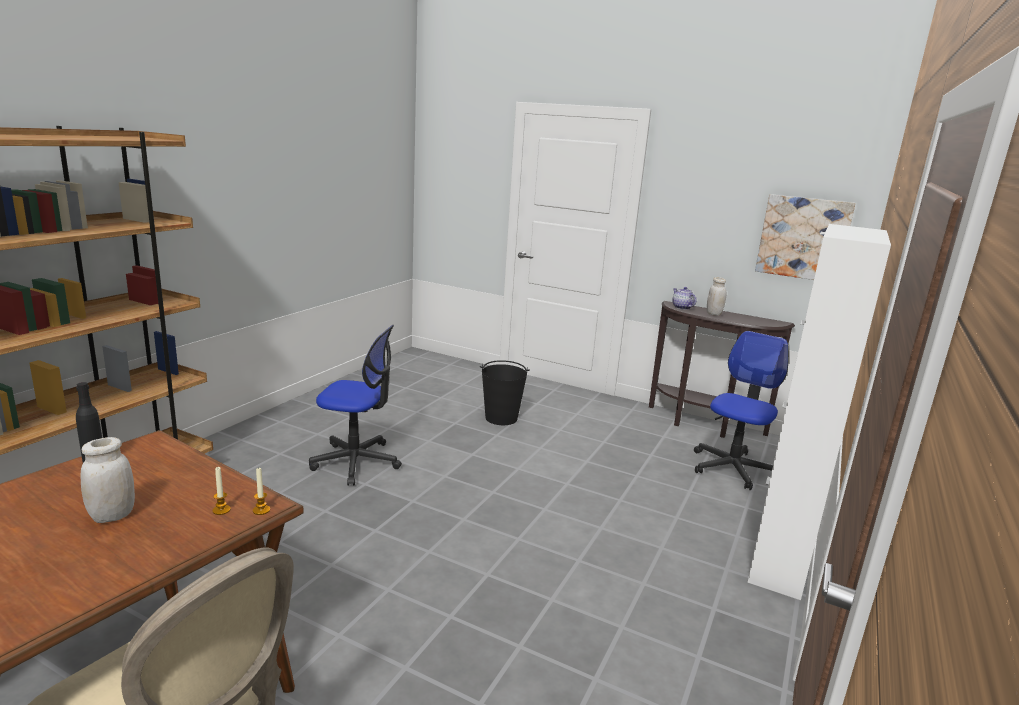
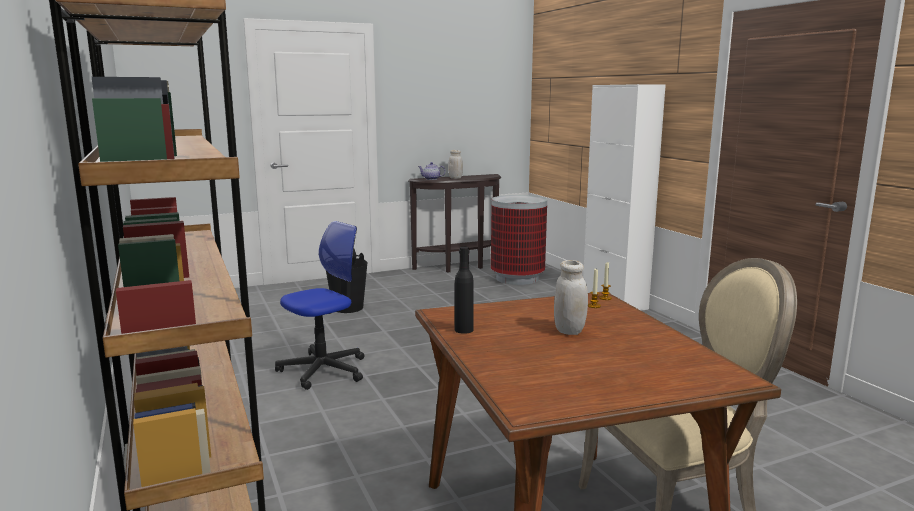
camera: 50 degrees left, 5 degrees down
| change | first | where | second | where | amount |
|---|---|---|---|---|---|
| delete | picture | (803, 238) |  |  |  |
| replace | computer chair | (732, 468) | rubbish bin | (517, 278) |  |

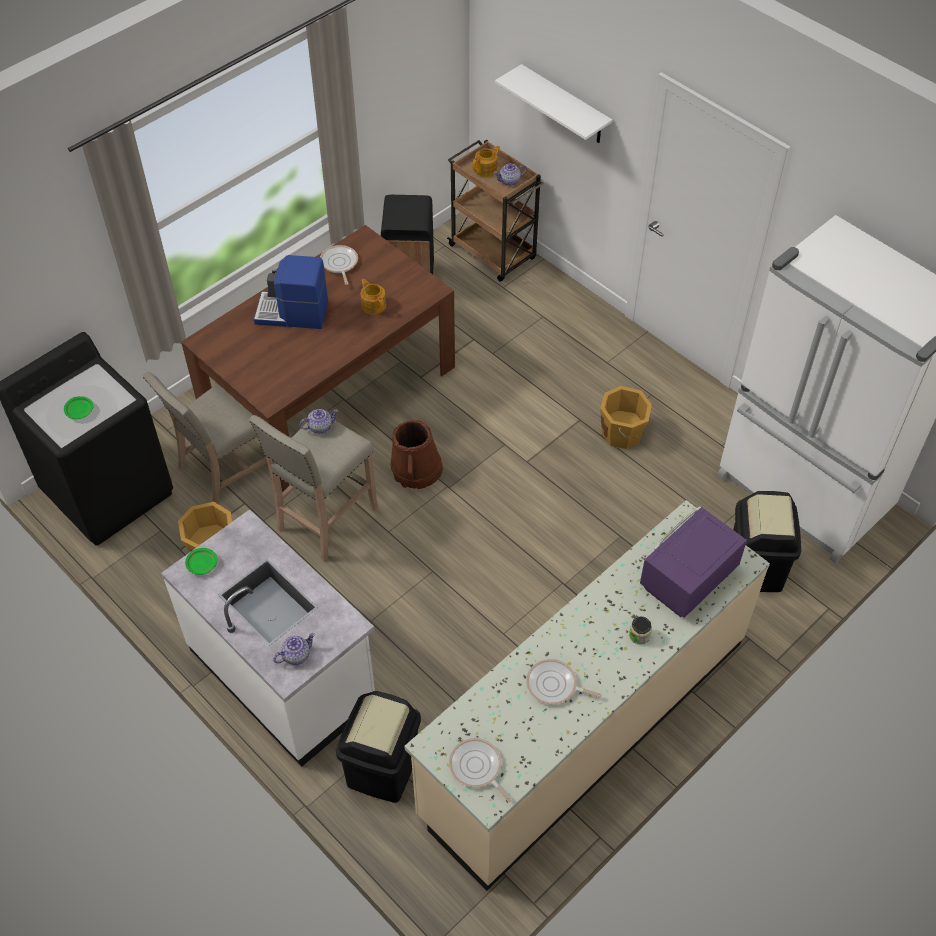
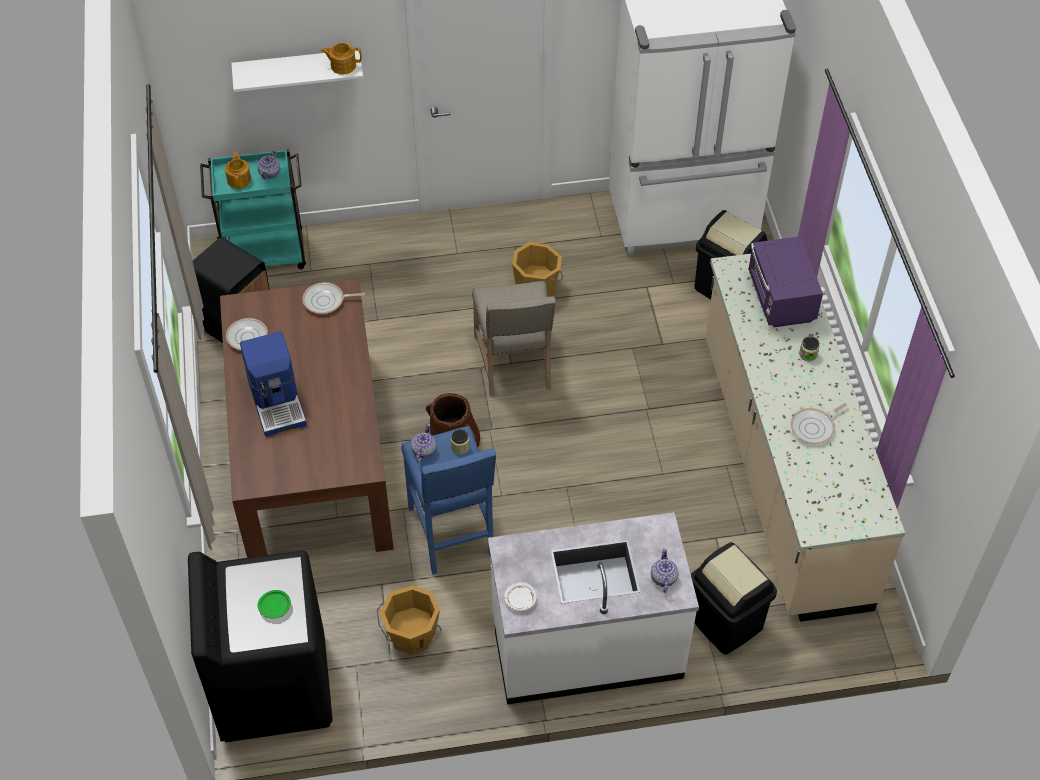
camera: 55 degrees left, 0 degrees up
| change | first | where | second | where | amount |
|---|---|---|---|---|---|
| recolor | trolley in brownish | (493, 253) | trolley in turquoise | (265, 254) |  |
| rotate | coffee machine | (292, 313) |  | (278, 402) | 60 degrees counterclockwise |
| move | teapot | (373, 305) |  | (342, 65) |  |
| move | upright chair in sand-coloured | (226, 464) |  | (515, 364) |  |
| recolor | stool seat in sand-coloured | (325, 520) | stool seat in bluish | (452, 534) |  |
| recolor | plate in green | (202, 564) | plate in white-coloured | (520, 600) |  |
| move | frying pan | (477, 768) |  | (326, 301) |  |
| insert |  |  | preserve jar | (460, 447) |  |

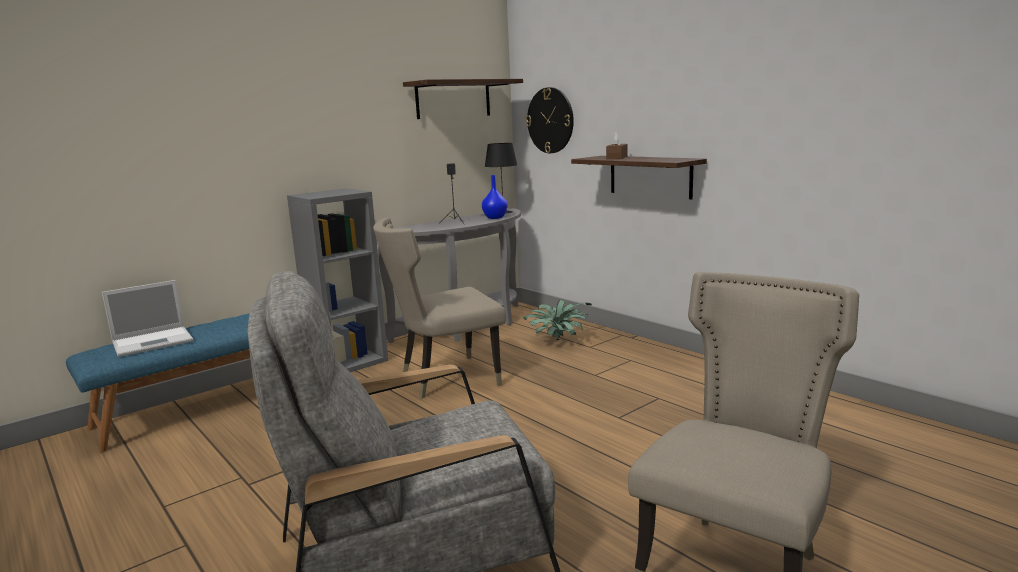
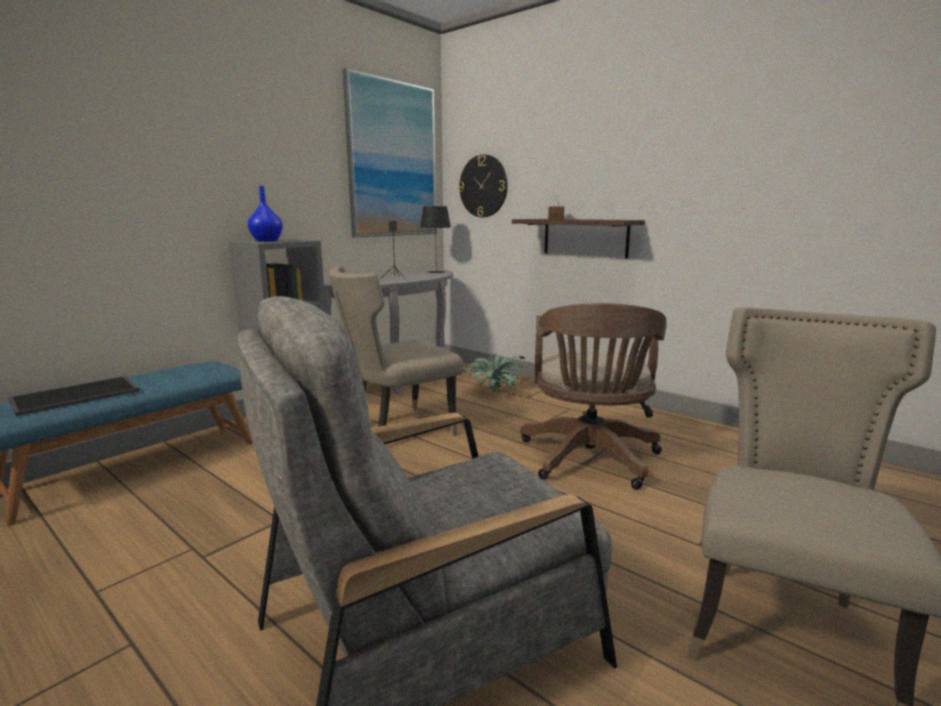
camera: 10 degrees left, 0 degrees up
| change | first | where | second | where | amount |
|---|---|---|---|---|---|
| replace | shelf | (453, 99) | picture | (392, 160) |  |
| move | decorative vase in bluish | (494, 217) |  | (266, 241) |  |
| replace | notebook computer | (154, 341) | serving tray | (77, 395) |  |
| insert |  |  | computer chair in brownish | (589, 460) |  |

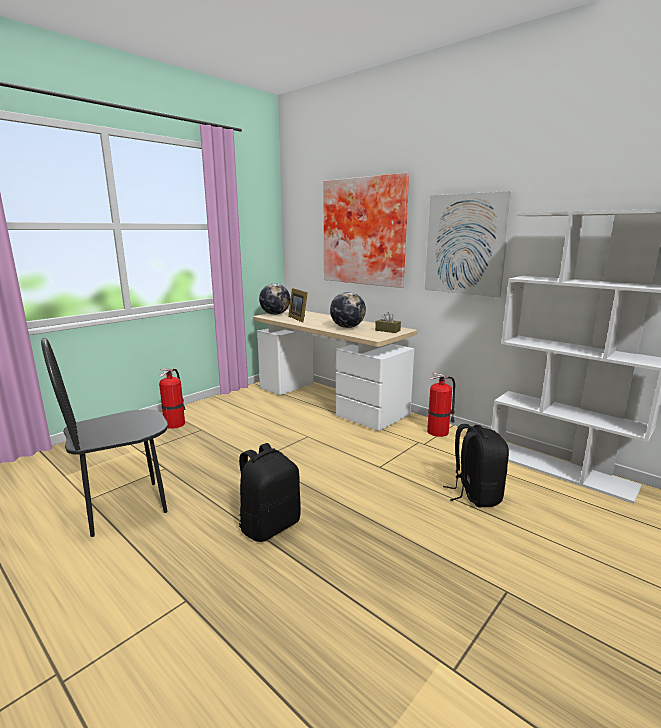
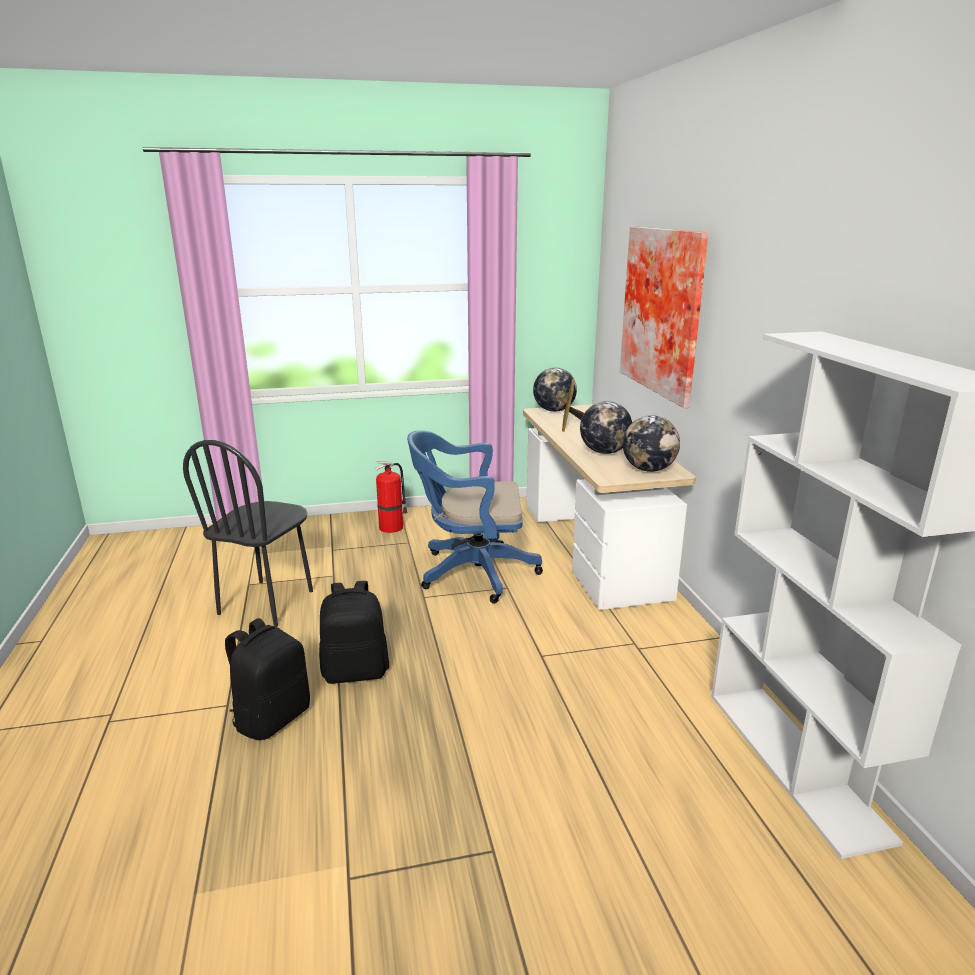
camera: 35 degrees right, 5 degrees up
| change | first | where | second | where | amount |
|---|---|---|---|---|---|
| delete | picture | (465, 244) |  |  |  |
| replace | tissue box in brownish | (387, 330) | world globe | (648, 469) |  |
| rotate | upright chair in blackish | (125, 507) |  | (267, 602) | 75 degrees counterclockwise |
| delete | fire-fighting cylinder | (439, 432) |  |  |  |
| move | rucksack in blackish | (475, 494) |  | (272, 718) |  |
| insert |  |  | computer chair in bluish | (471, 572) |  |

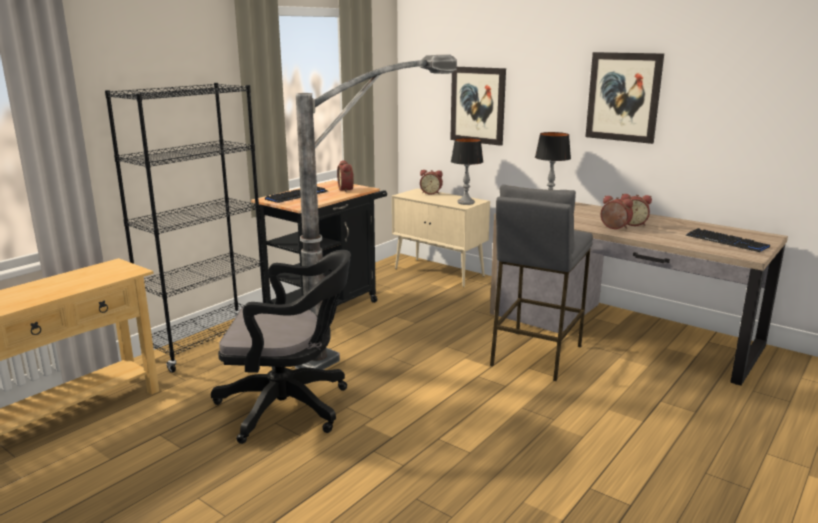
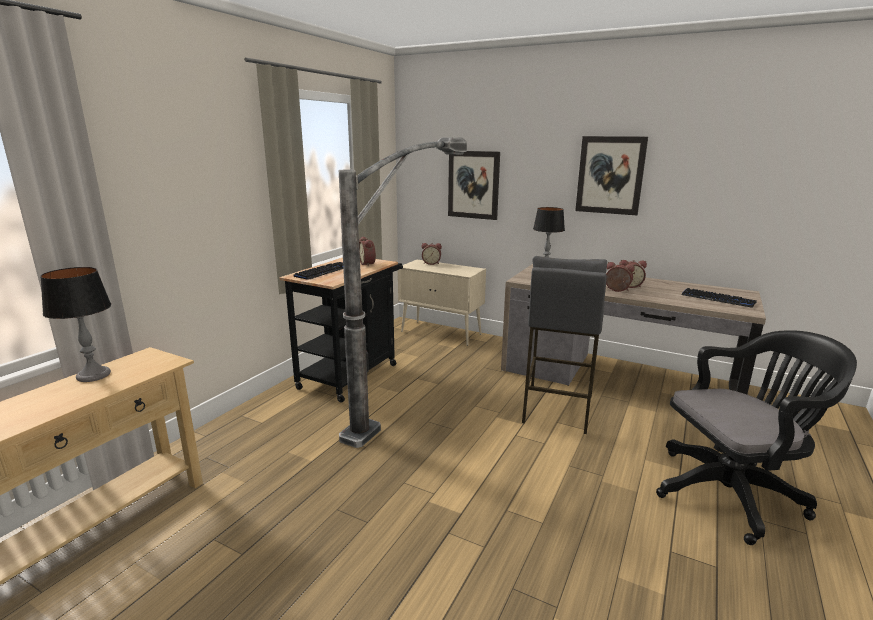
camera: 10 degrees left, 0 degrees up
| change | first | where | second | where | amount |
|---|---|---|---|---|---|
| delete | shelving unit in blackish | (208, 345) |  |  |  |
| move | table lamp | (465, 202) |  | (93, 375) |  |
| move | computer chair in blackish | (290, 407) |  | (733, 492) |  |

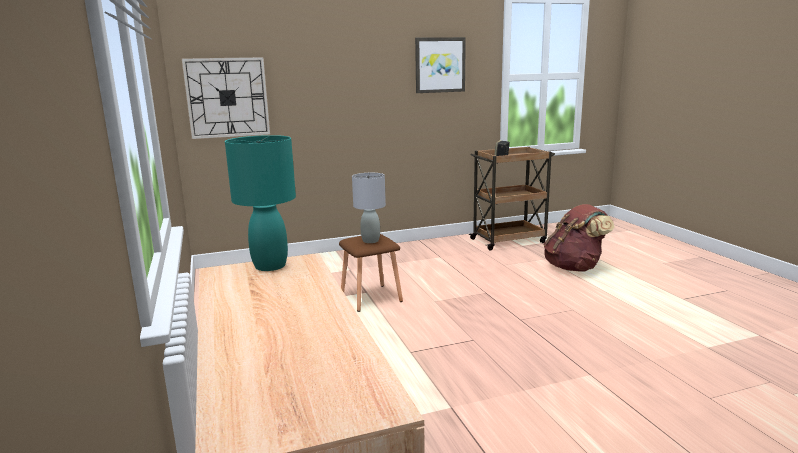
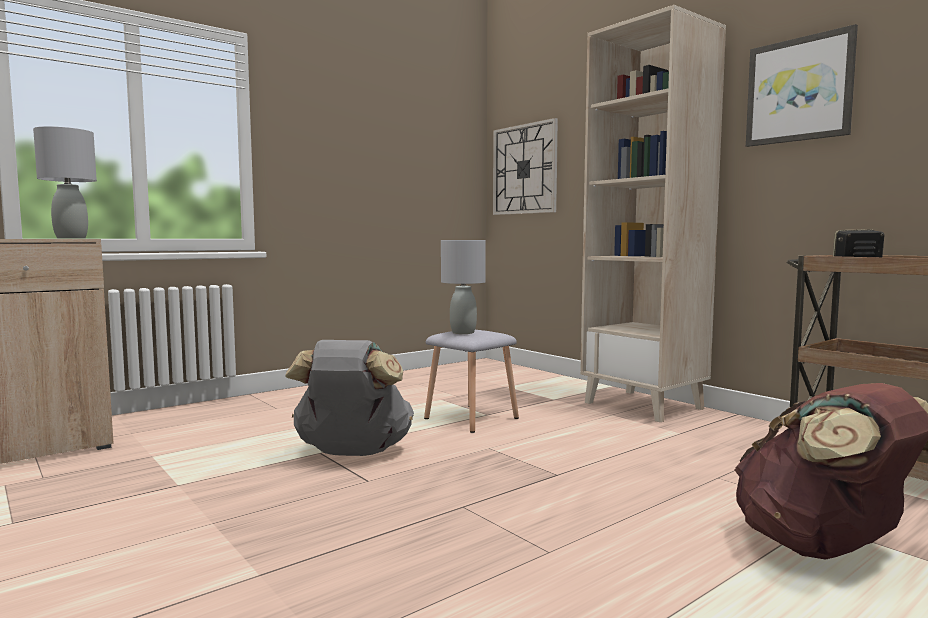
camera: 70 degrees right, 10 degrees down
| change | first | where | second | where | amount |
|---|---|---|---|---|---|
| recolor | table lamp in turquoise | (271, 265) | table lamp in grey | (71, 238) |  |
| recolor | stool seat in brownish | (372, 298) | stool seat in grey | (471, 419) |  |
| insert |  |  | shelving unit in sand-coloured | (644, 405) |  |
| insert |  |  | rucksack in grey | (352, 453) |  |

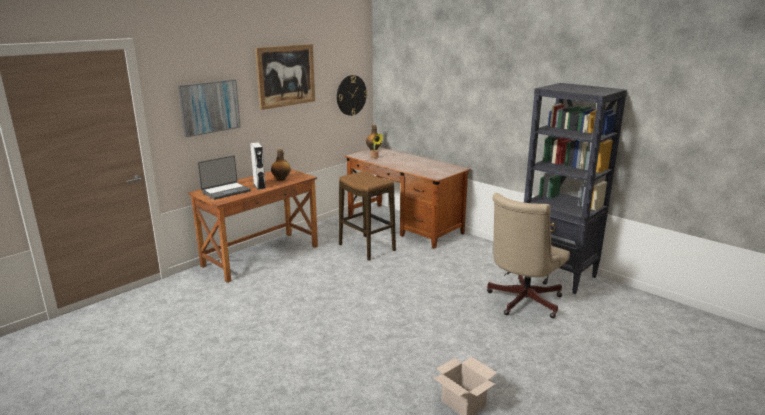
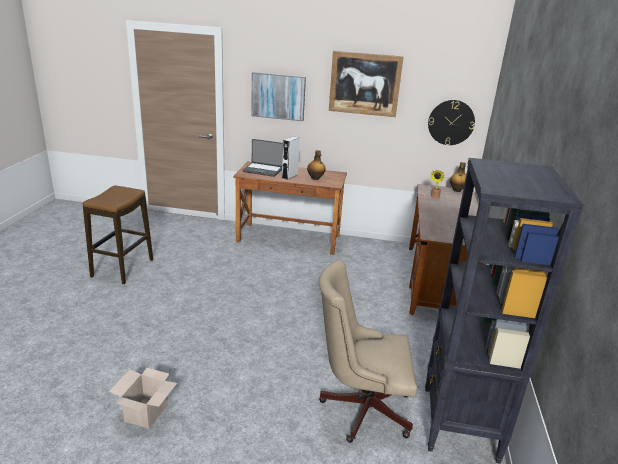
camera: 55 degrees right, 5 degrees up
| change | first | where | second | where | amount |
|---|---|---|---|---|---|
| move | stool seat | (366, 248) |  | (122, 268) |  |

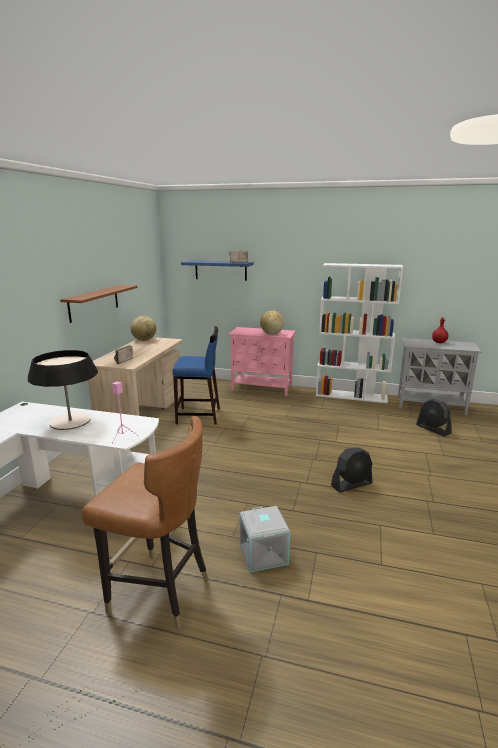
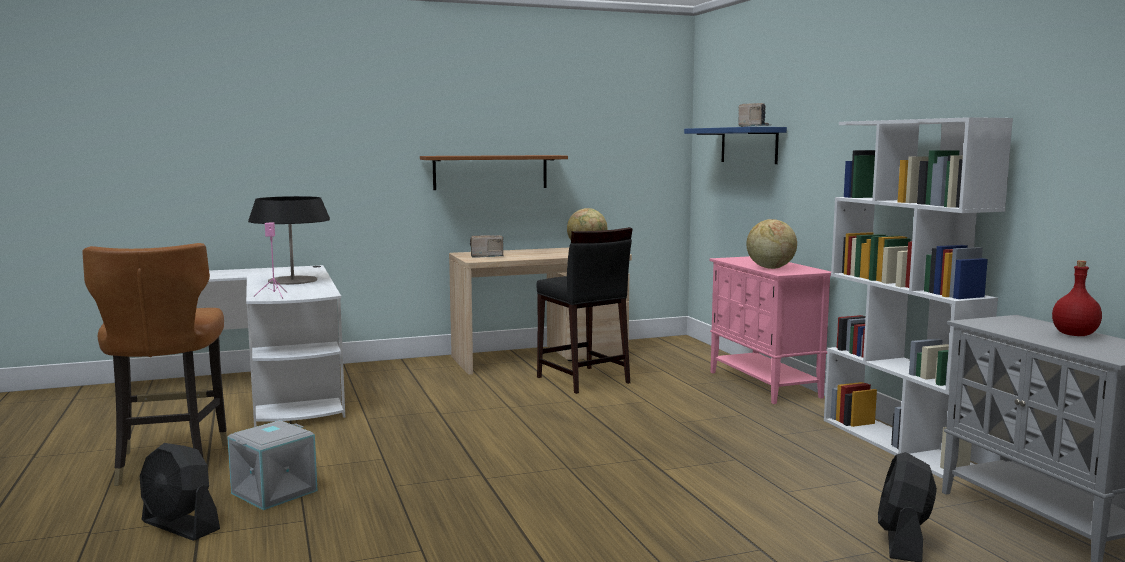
camera: 55 degrees right, 10 degrees down
| change | first | where | second | where | amount |
|---|---|---|---|---|---|
| recolor | stool seat in bluish | (199, 416) | stool seat in blackish | (582, 380) |  |
| move | electric fan in blackish | (351, 484) |  | (180, 526) |  |

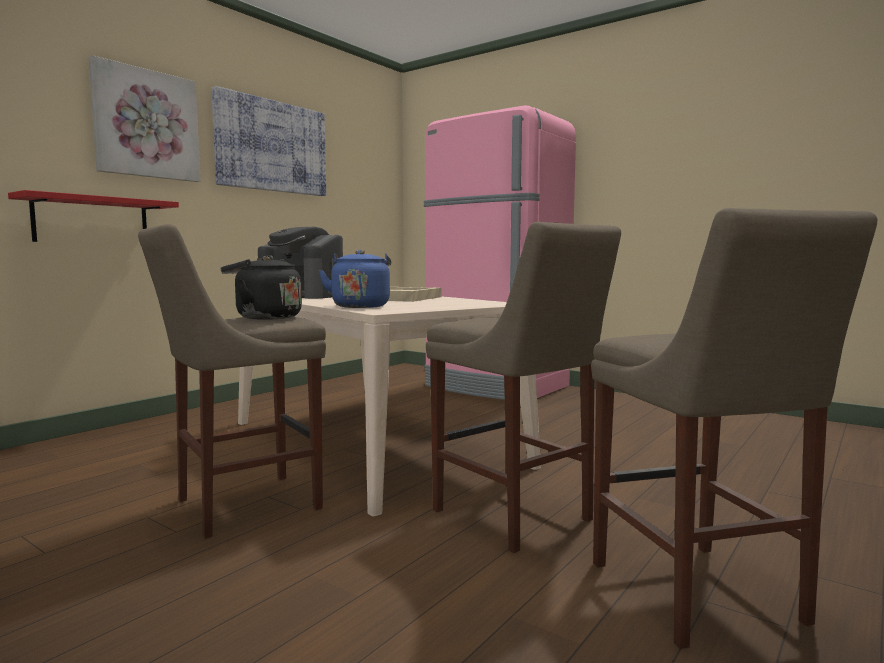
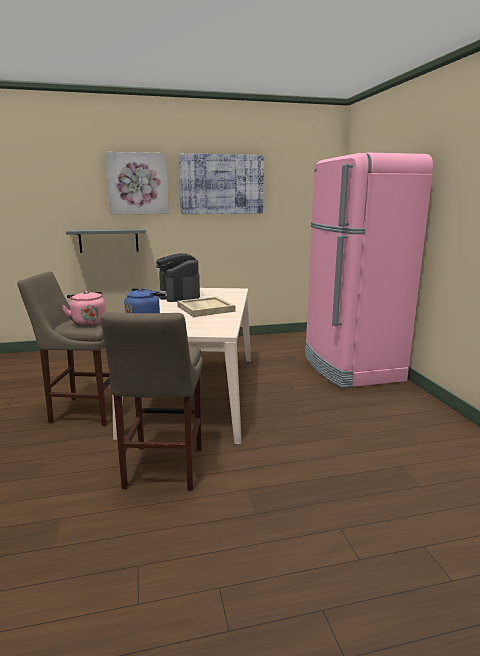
camera: 40 degrees right, 10 degrees up
| change | first | where | second | where | amount |
|---|---|---|---|---|---|
| recolor | shelf in red-coloured | (92, 220) | shelf in grey | (108, 240) |  |
| delete | stool seat in sand-coloured | (700, 597) |  |  |  |
| recolor | kettle in blackish | (264, 317) | kettle in pink | (88, 322) |  |

